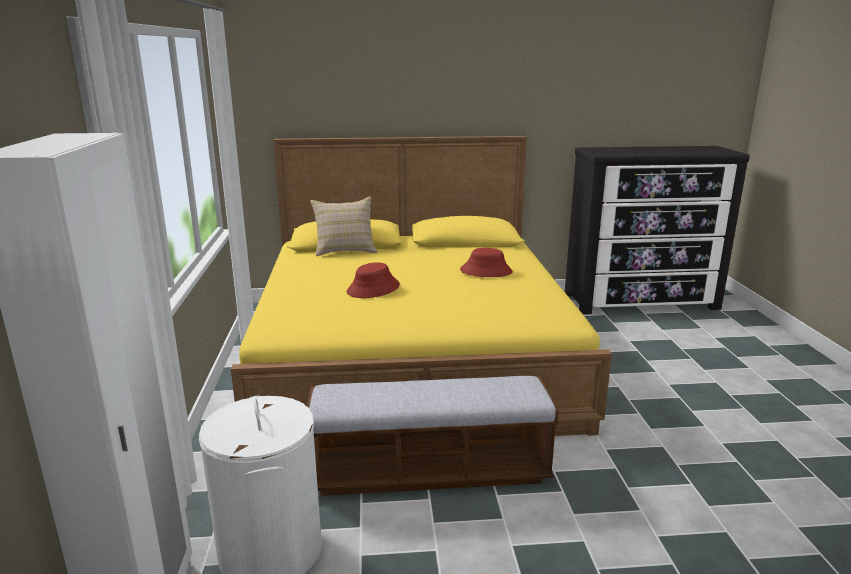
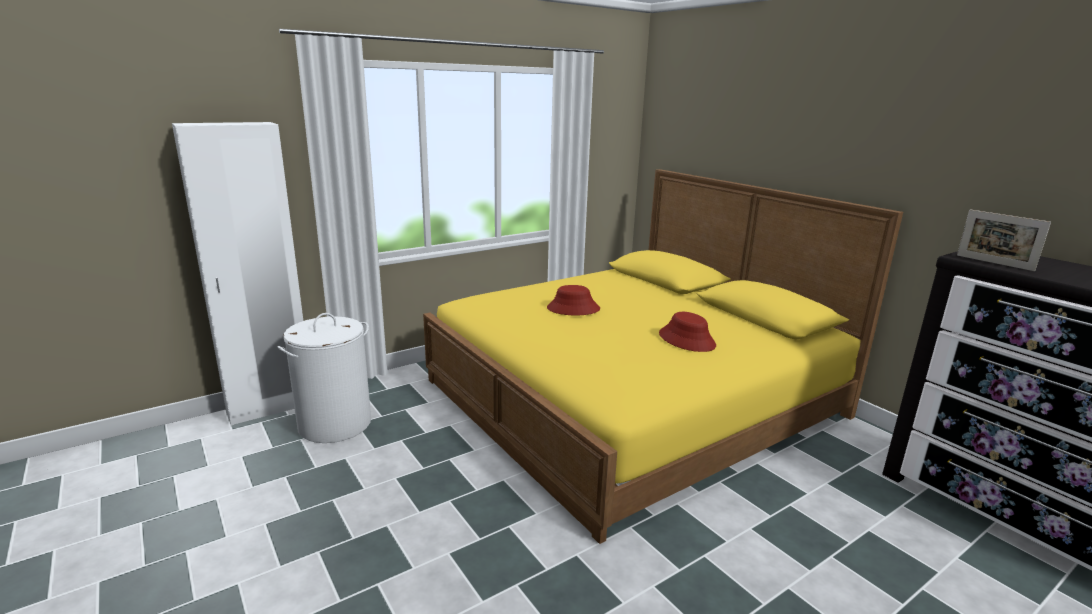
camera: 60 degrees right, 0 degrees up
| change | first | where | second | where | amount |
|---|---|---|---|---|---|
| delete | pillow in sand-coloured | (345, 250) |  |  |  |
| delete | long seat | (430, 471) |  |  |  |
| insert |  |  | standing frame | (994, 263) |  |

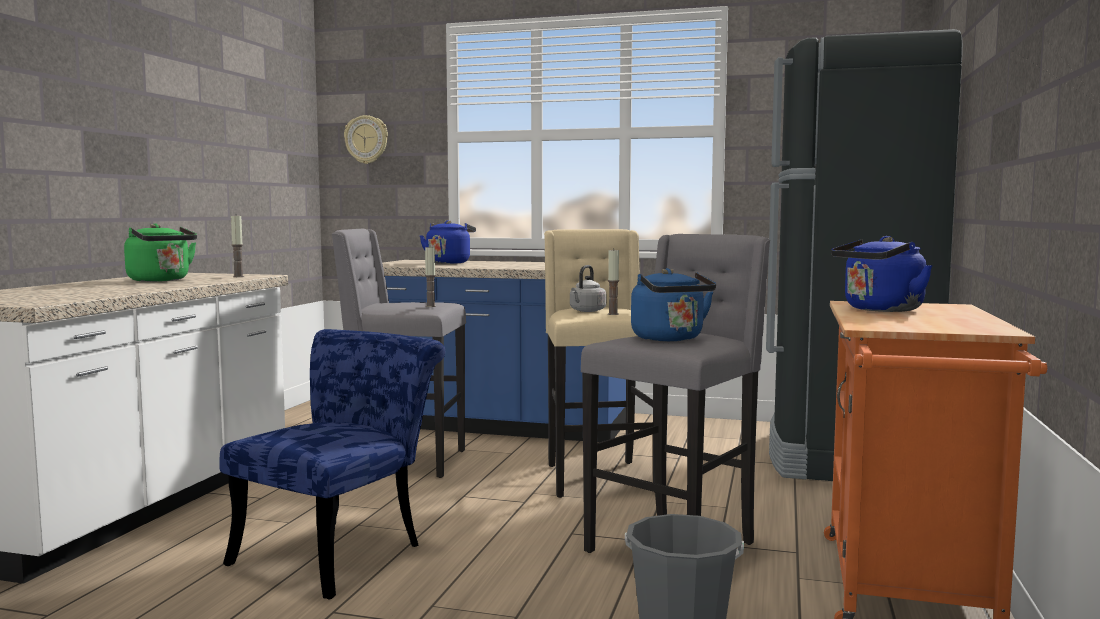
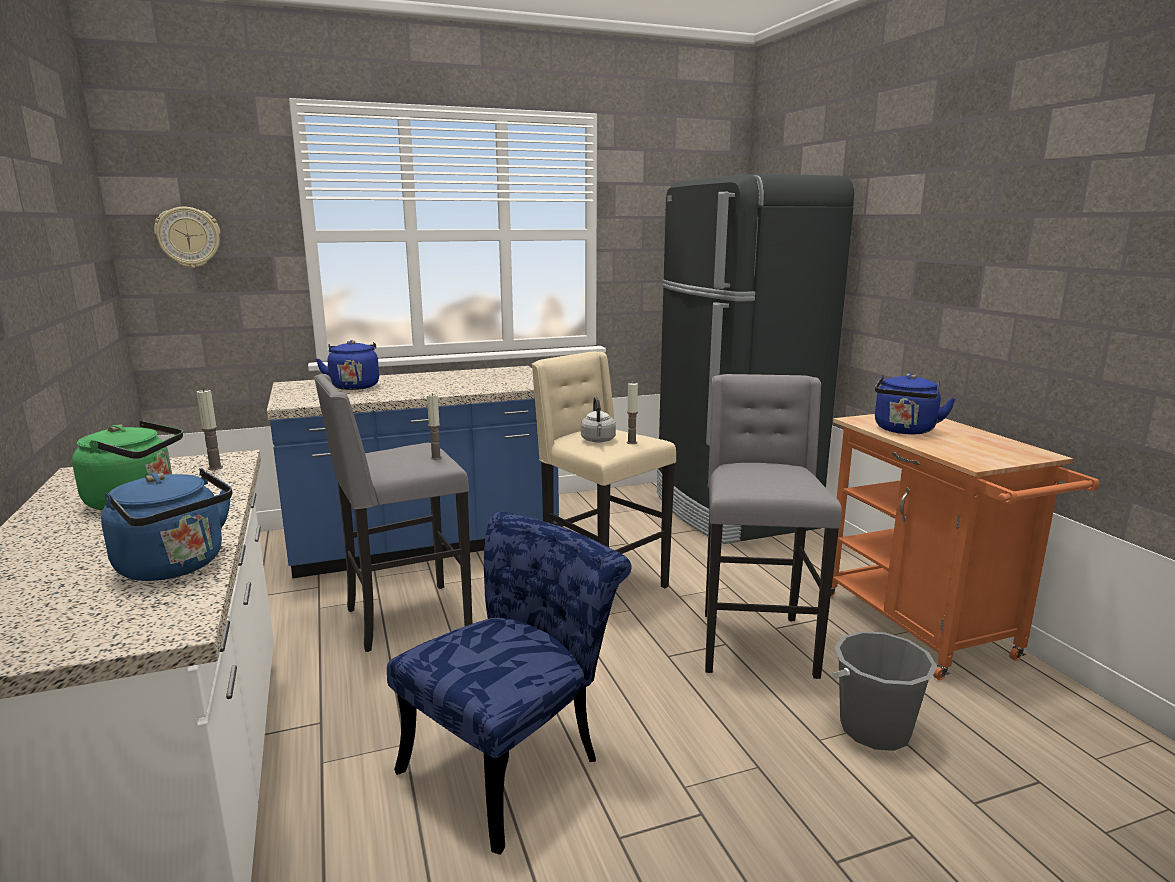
camera: 35 degrees left, 10 degrees up
| change | first | where | second | where | amount |
|---|---|---|---|---|---|
| move | kettle in bluish | (670, 339) |  | (176, 567) |  |
| rotate | upright chair in bluish | (341, 551) |  | (514, 759) | 45 degrees clockwise |

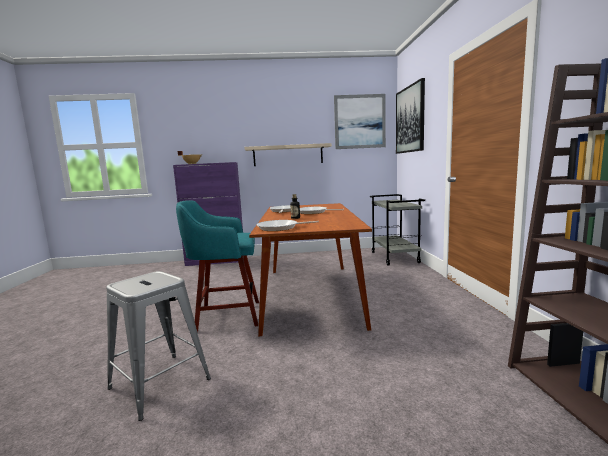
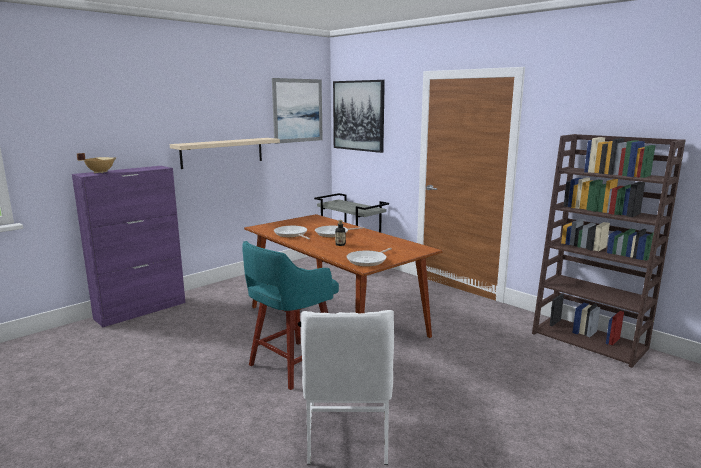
camera: 40 degrees left, 5 degrees up
| change | first | where | second | where | amount |
|---|---|---|---|---|---|
| replace | stool seat in grey | (160, 383) | upright chair in white-coloured | (347, 434) |  |

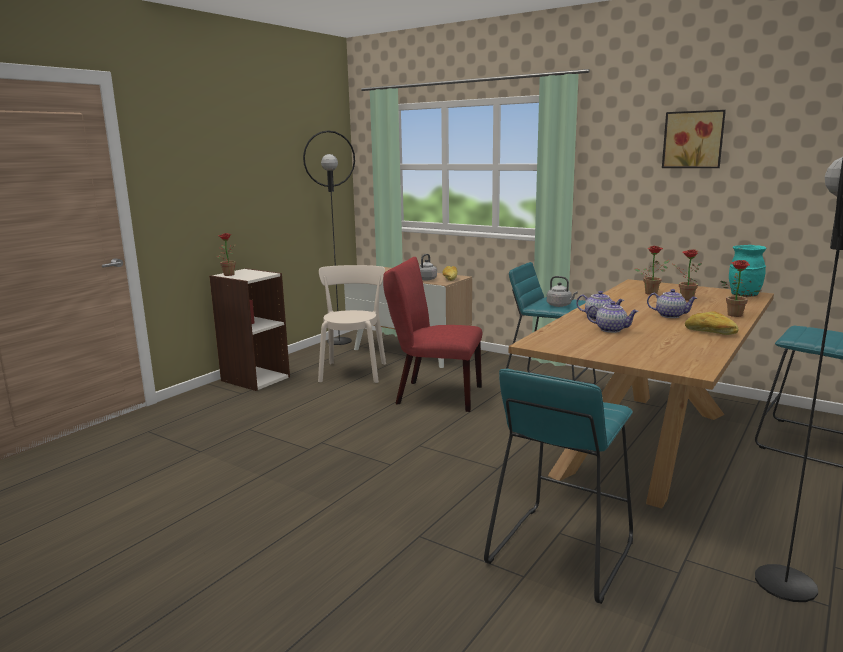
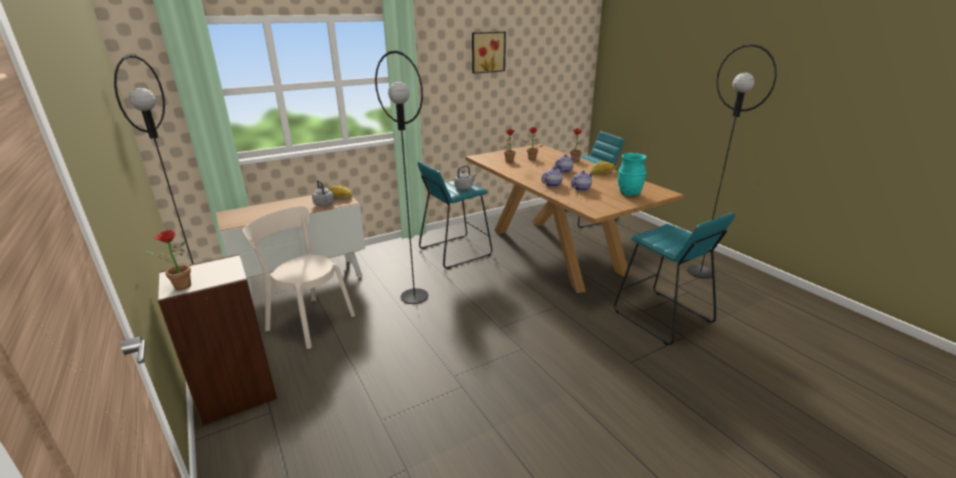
camera: 65 degrees left, 10 degrees up
| change | first | where | second | where | amount |
|---|---|---|---|---|---|
| move | decorative vase in turquoise | (743, 295) |  | (629, 194) |  |
| replace | upright chair in red-coloured | (433, 395) | floor lamp in blackish | (414, 296) |  |

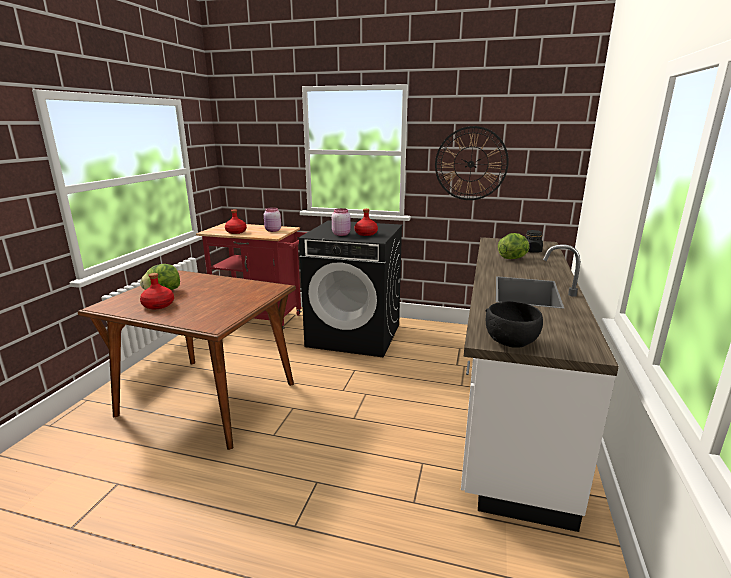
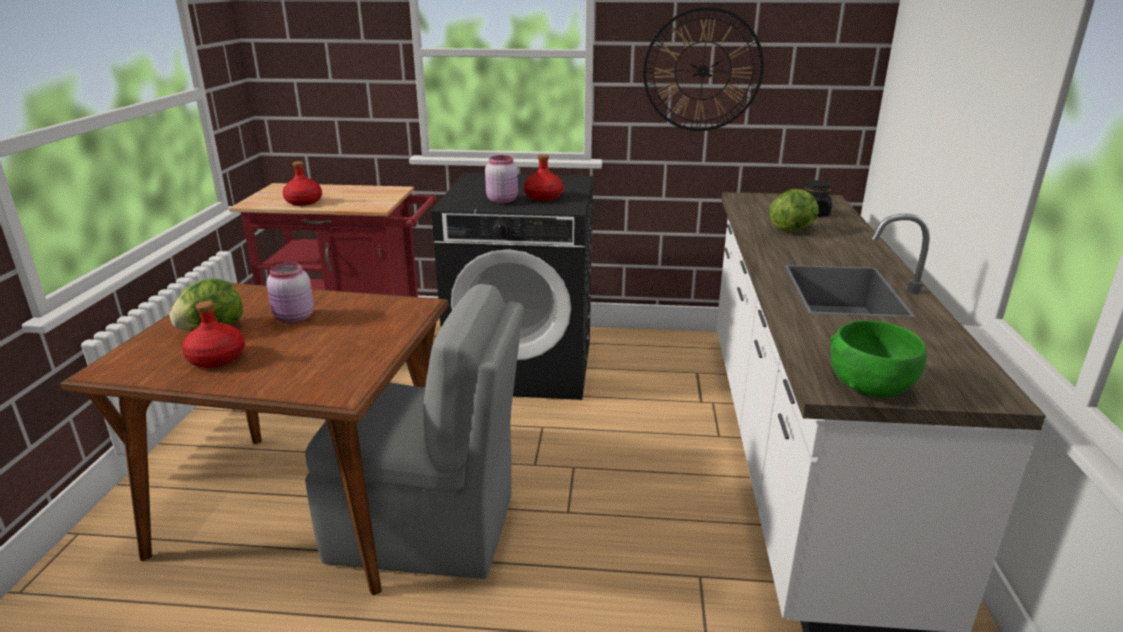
camera: 10 degrees left, 5 degrees up
| change | first | where | second | where | amount |
|---|---|---|---|---|---|
| move | preserve jar in pink | (273, 230) |  | (294, 318) |  |
| recolor | serving bowl in blackish | (511, 341) | serving bowl in green | (870, 385) |  |
| insert |  |  | upright chair in grey | (427, 528) |  |

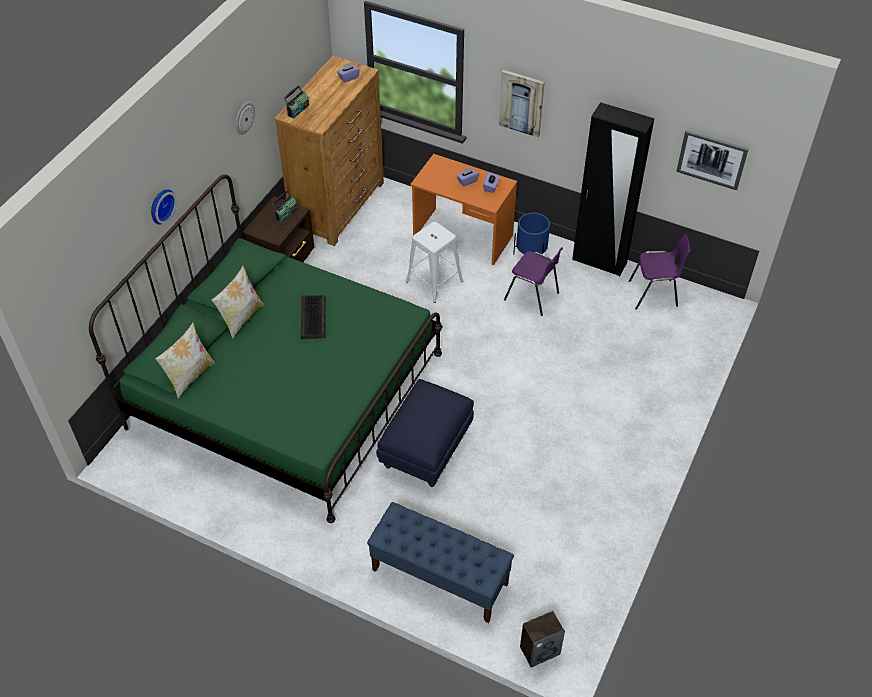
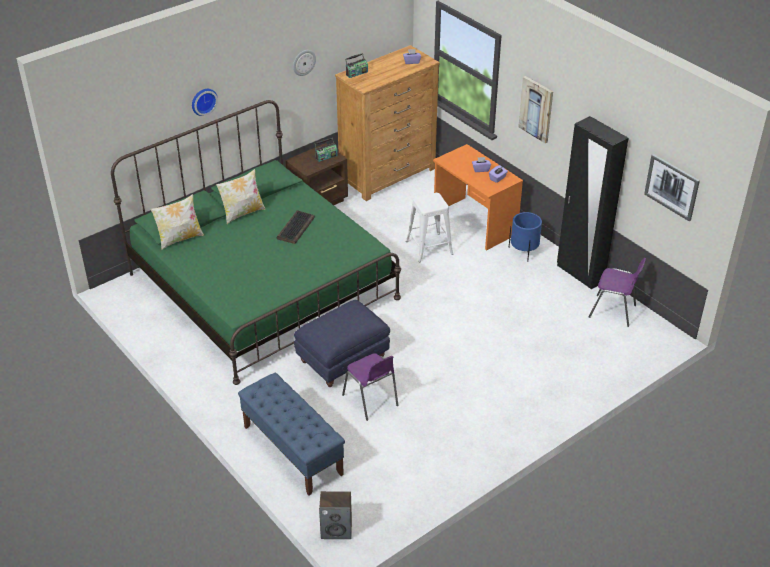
camera: 25 degrees right, 10 degrees down
| change | first | where | second | where | amount |
|---|---|---|---|---|---|
| move | upright chair in purple | (533, 297) |  | (371, 401) |  |

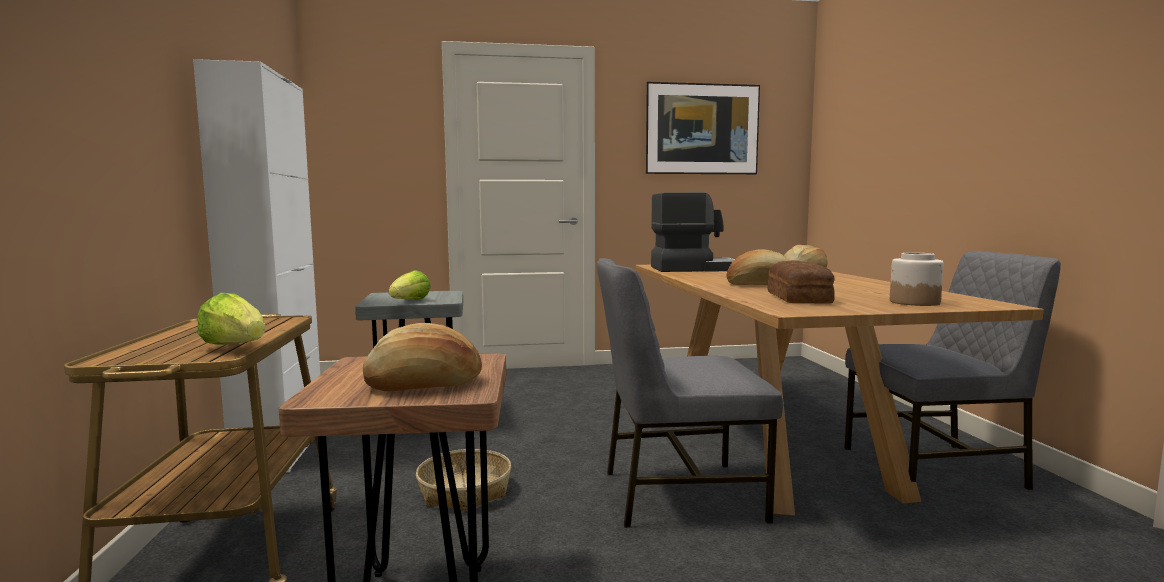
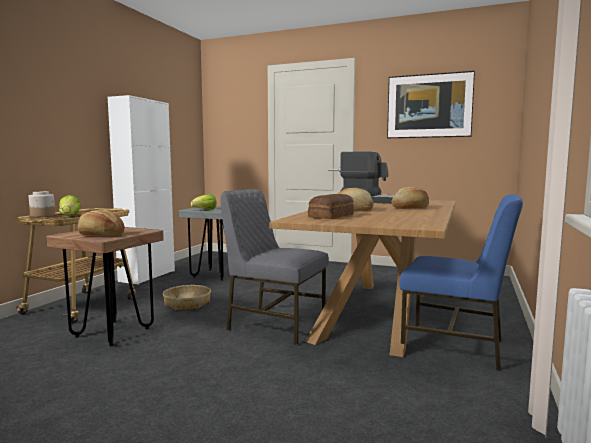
camera: 30 degrees right, 0 degrees up
| change | first | where | second | where | amount |
|---|---|---|---|---|---|
| recolor | upright chair in grey | (936, 468) | upright chair in bluish | (455, 347) |  |
| move | preserve jar | (914, 302) |  | (43, 215) |  |

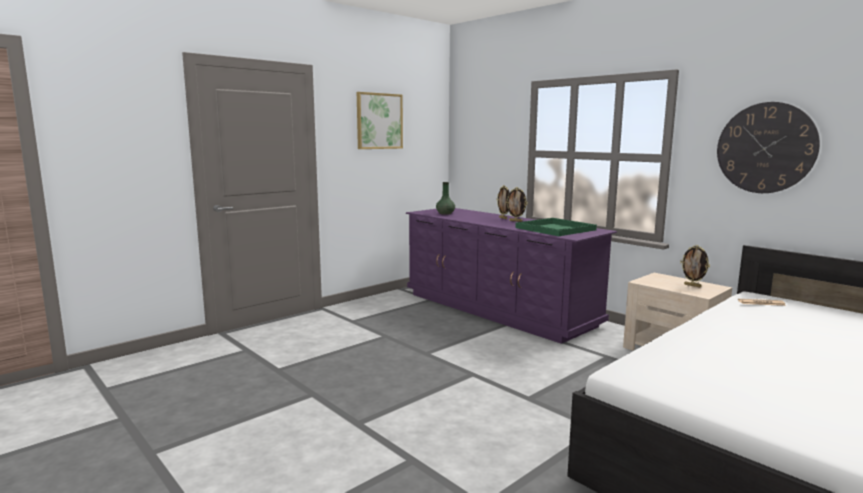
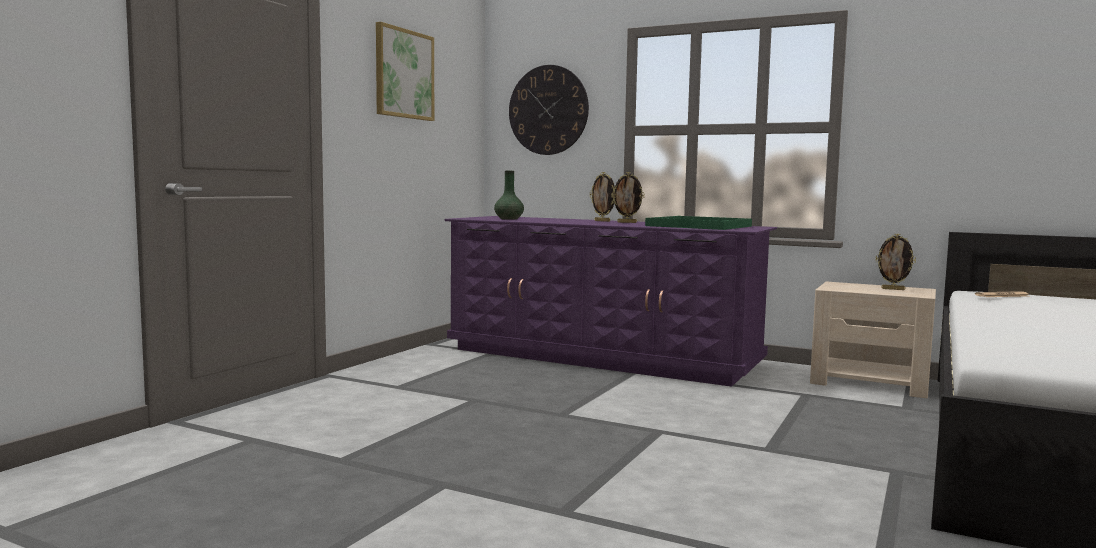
camera: 20 degrees left, 5 degrees down
| change | first | where | second | where | amount |
|---|---|---|---|---|---|
| move | clock on the wall | (765, 148) |  | (548, 110) |  |

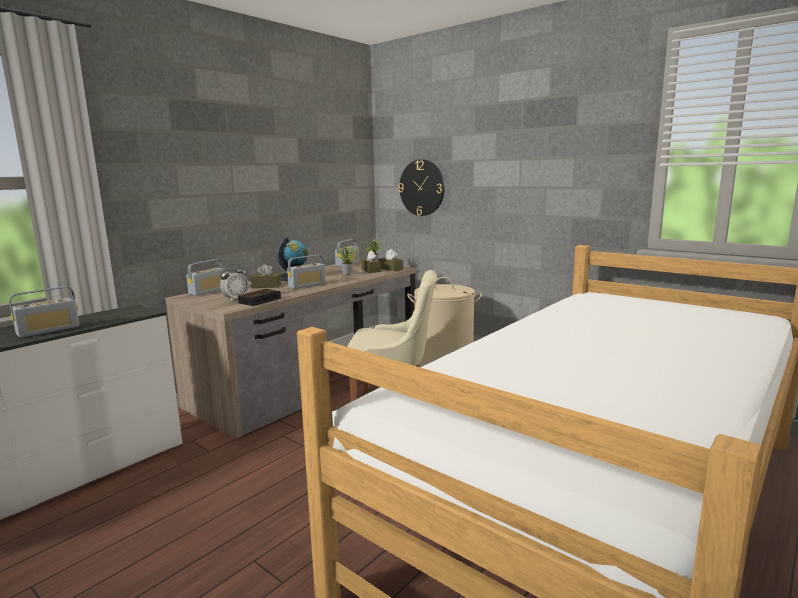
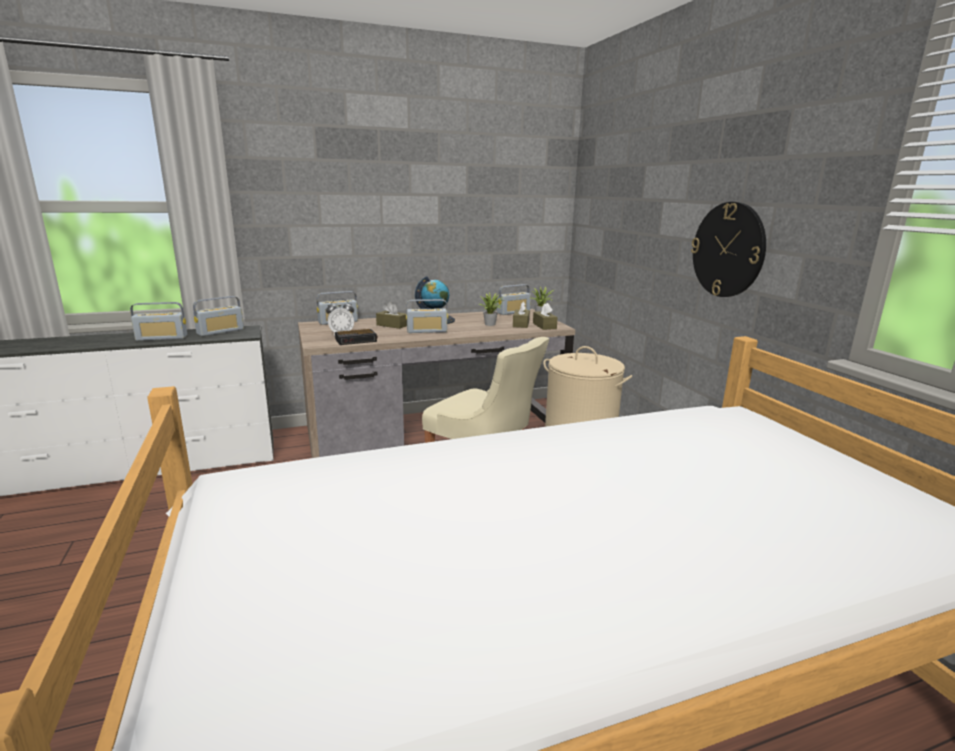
camera: 30 degrees right, 5 degrees up
| change | first | where | second | where | amount |
|---|---|---|---|---|---|
| move | clock on the wall | (422, 188) |  | (728, 250) |  |
| insert |  |  | radio receiver | (220, 331) |  |

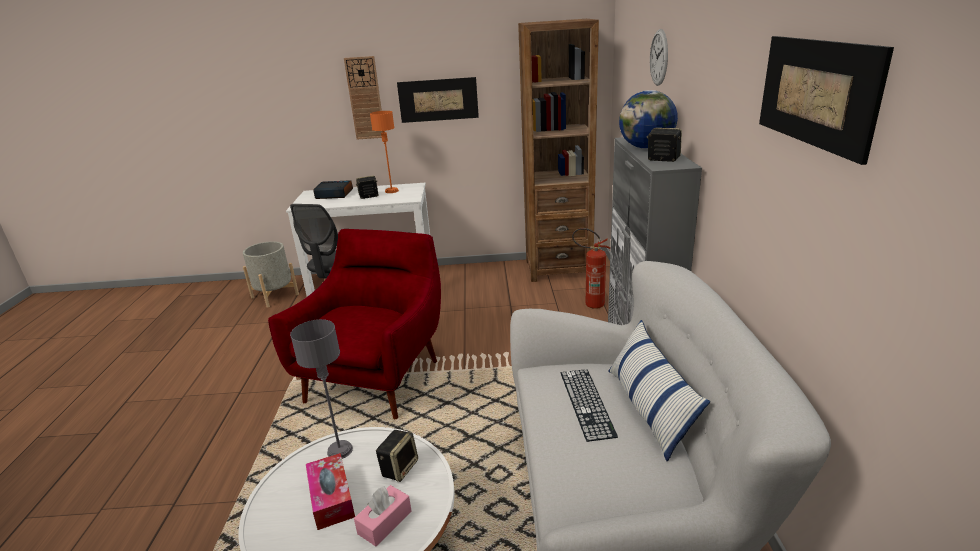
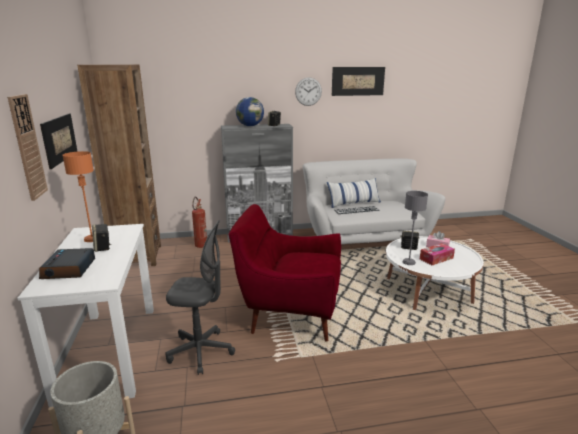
camera: 100 degrees left, 5 degrees down
| change | first | where | second | where | amount |
|---|---|---|---|---|---|
| move | clock on the wall | (659, 57) |  | (308, 91) |  |

